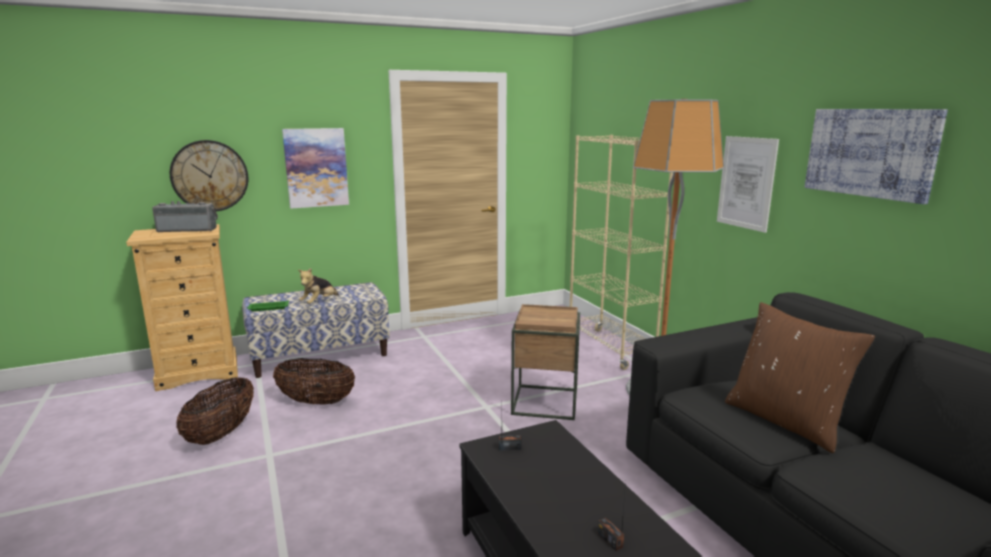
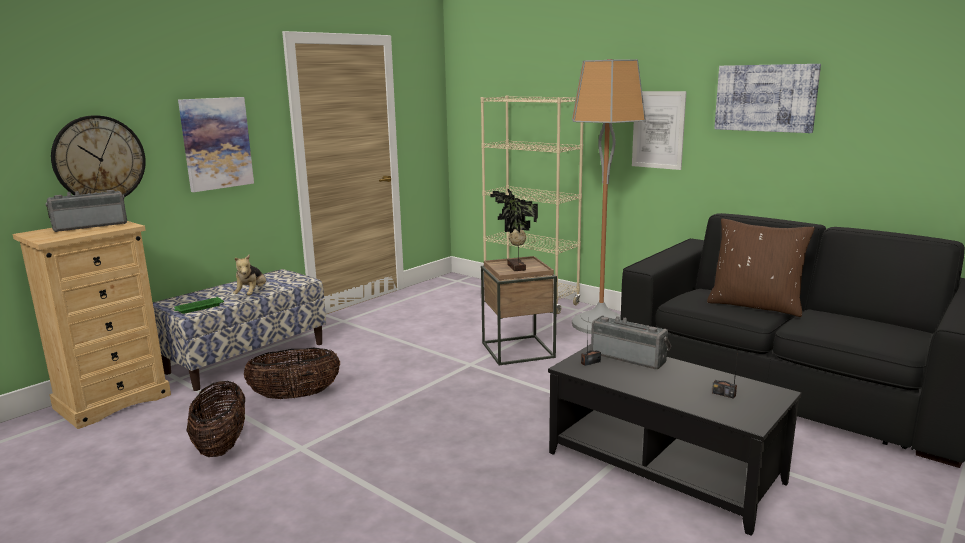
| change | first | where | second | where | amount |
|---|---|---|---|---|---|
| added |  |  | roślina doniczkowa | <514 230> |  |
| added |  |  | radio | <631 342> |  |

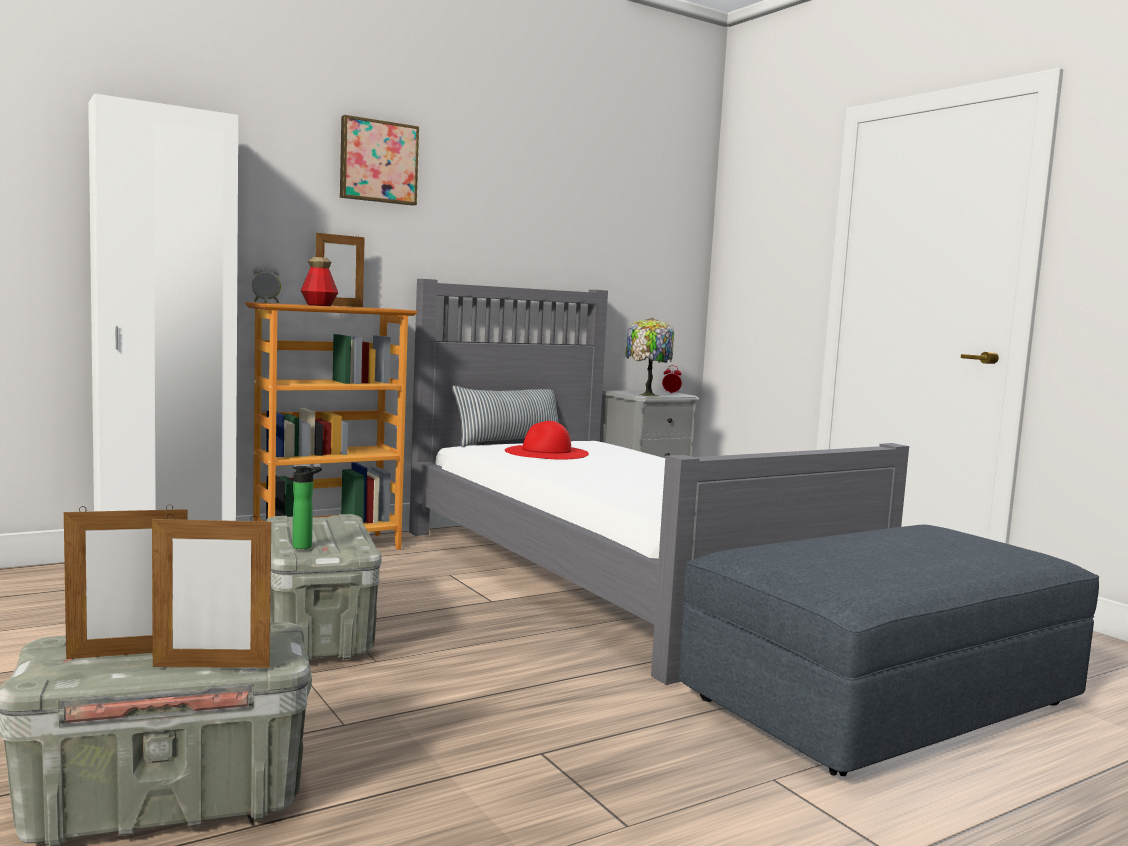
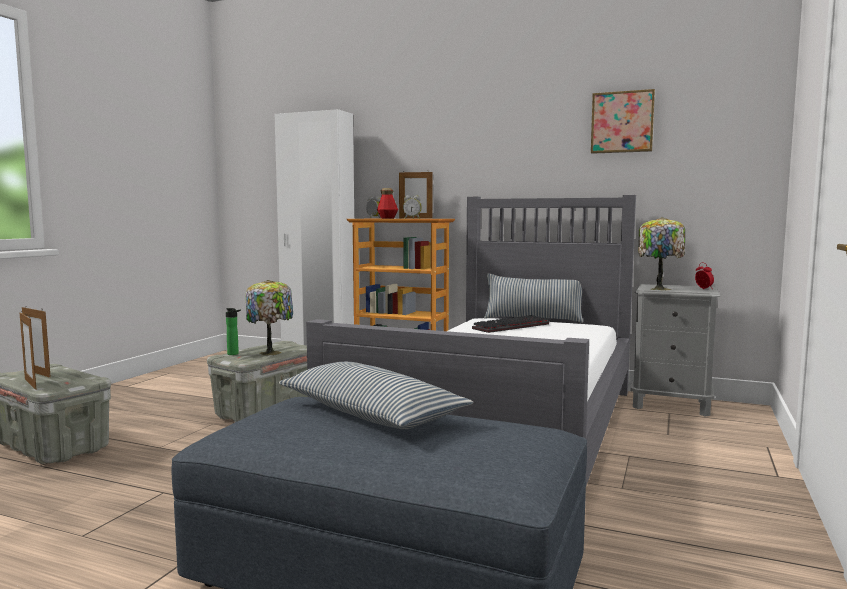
| change | first | where | second | where | amount |
|---|---|---|---|---|---|
| moved | obraz | <379 160> |  | <623 121> |  |
| replaced | kapelusz [czerwony] | <547 440> | klawiatura | <510 324> |  |
| added |  |  | budzik | <412 207> |  |
| added |  |  | lampa stołowa | <269 317> |  |
| added |  |  | poduszka | <376 395> |  |

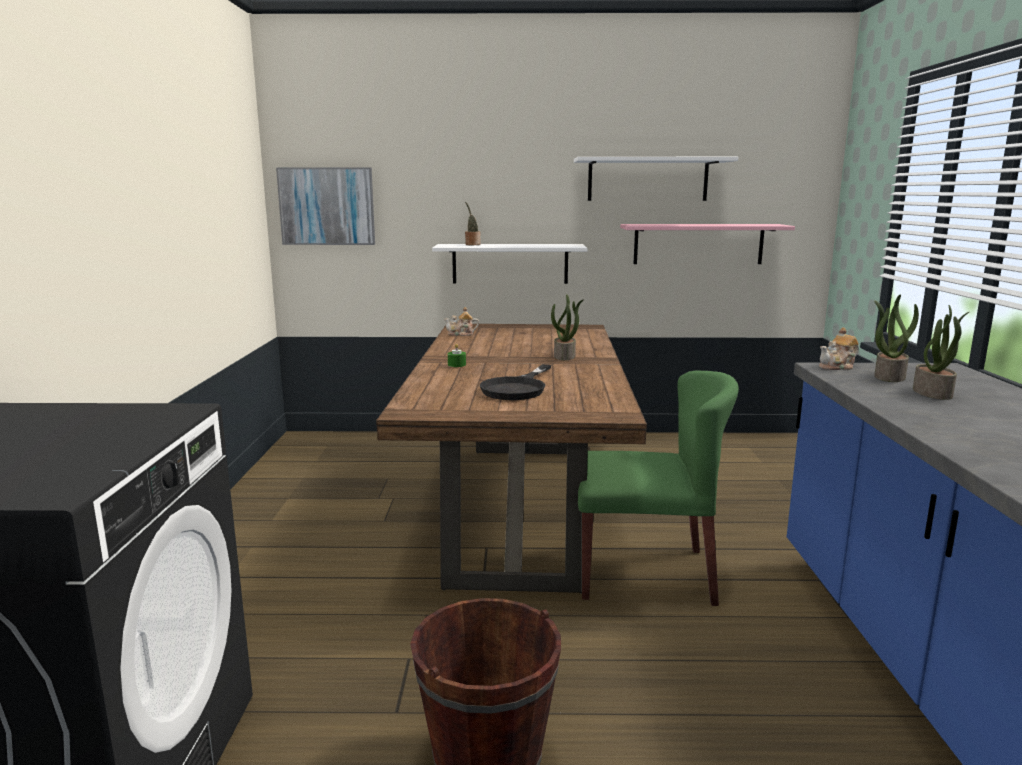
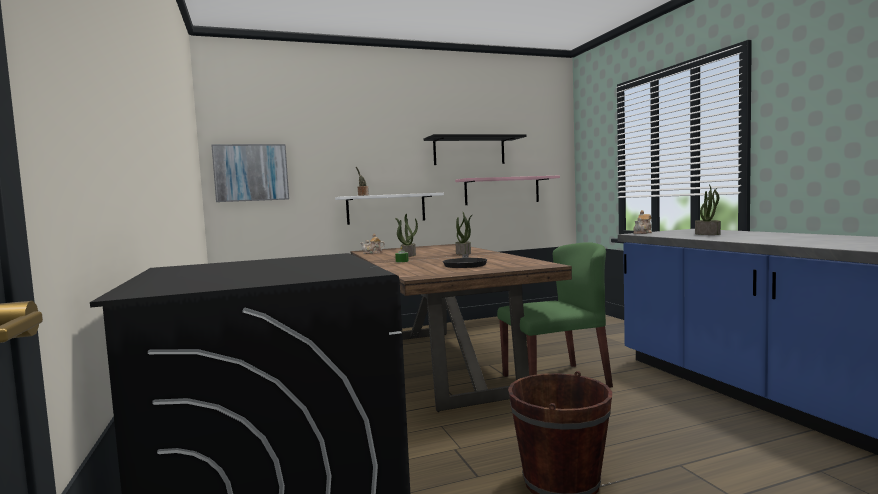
| change | first | where | second | where | amount |
|---|---|---|---|---|---|
| recoloured | półka [biały] | <656 179> | półka [czarny] | <475 149> |  |
| moved | roślina doniczkowa | <896 338> |  | <406 235> |  |

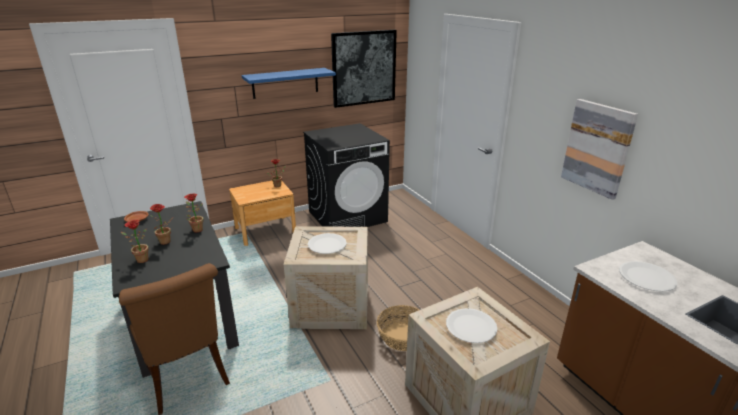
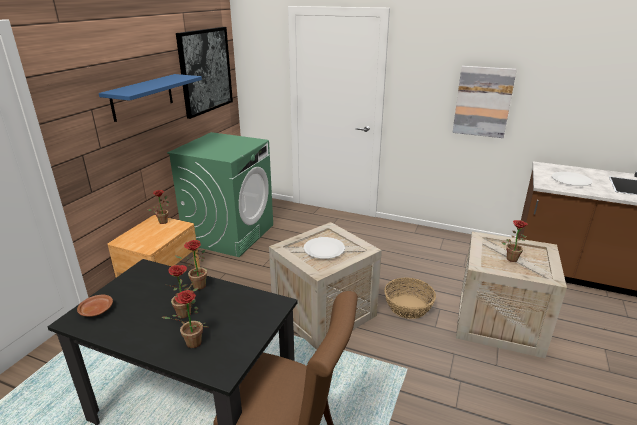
| change | first | where | second | where | amount |
|---|---|---|---|---|---|
| recoloured | pralka [czarny] | <346 175> | pralka [zielony] | <220 194> |  |
| replaced | talerz [biały] | <472 325> | roślina doniczkowa | <514 241> |  |

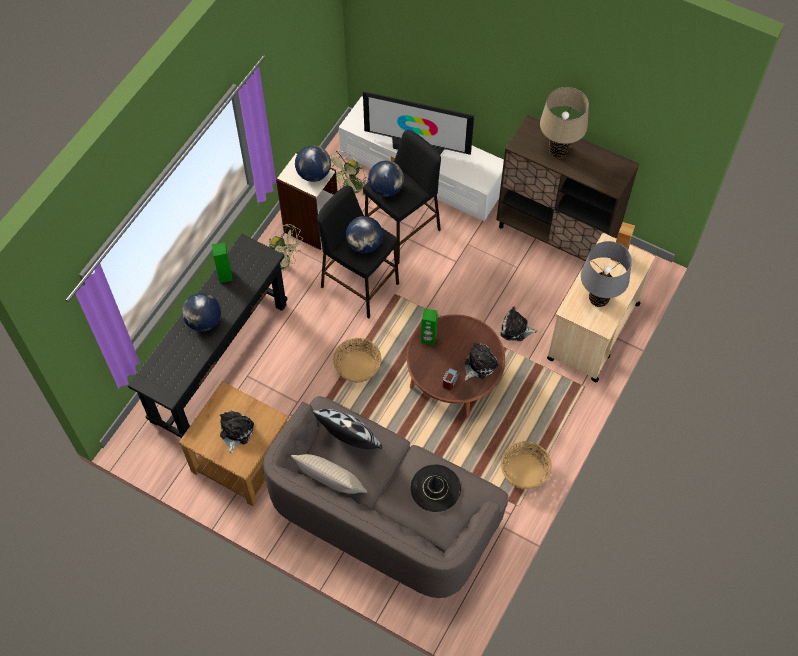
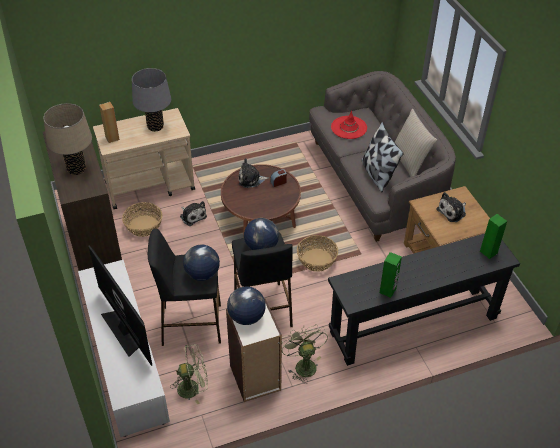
| change | first | where | second | where | amount |
|---|---|---|---|---|---|
| removed | globus | <201 312> |  |  |  |
| moved | głośnik [zielony] | <429 326> |  | <493 236> |  |
| moved | koszyk | <526 465> |  | <142 219> |  |
| recoloured | kapelusz [czarny] | <435 488> | kapelusz [czerwony] | <349 125> |  |

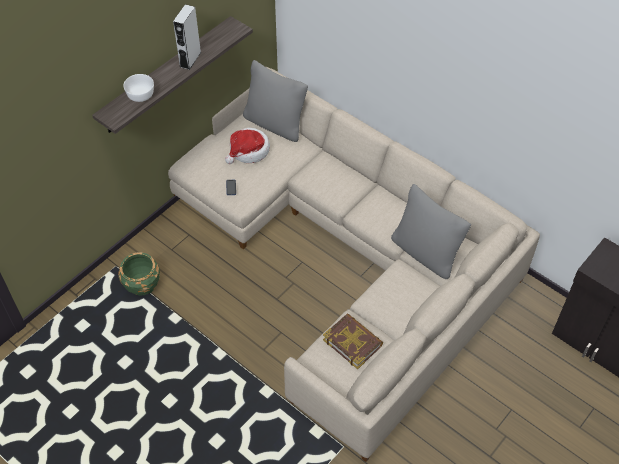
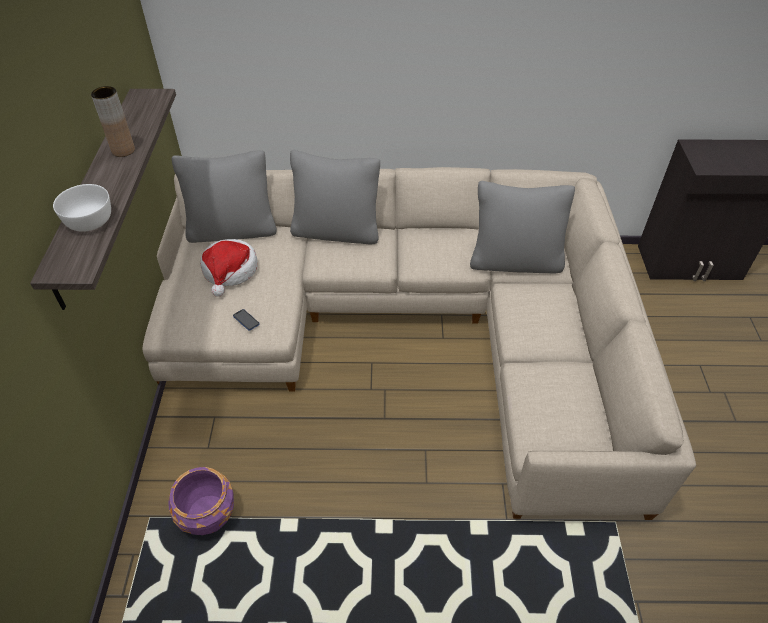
| change | first | where | second | where | amount |
|---|---|---|---|---|---|
| replaced | głośnik [szary] | <187 37> | wazon [brązowy] | <113 121> |  |
| recoloured | donica [zielony] | <139 274> | donica [fioletowy] | <201 501> |  |
| removed | książka | <353 341> |  |  |  |
| added |  |  | poduszka [szary] | <335 197> |  |

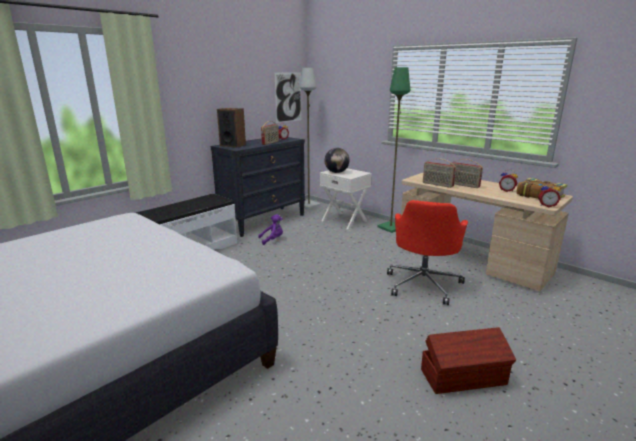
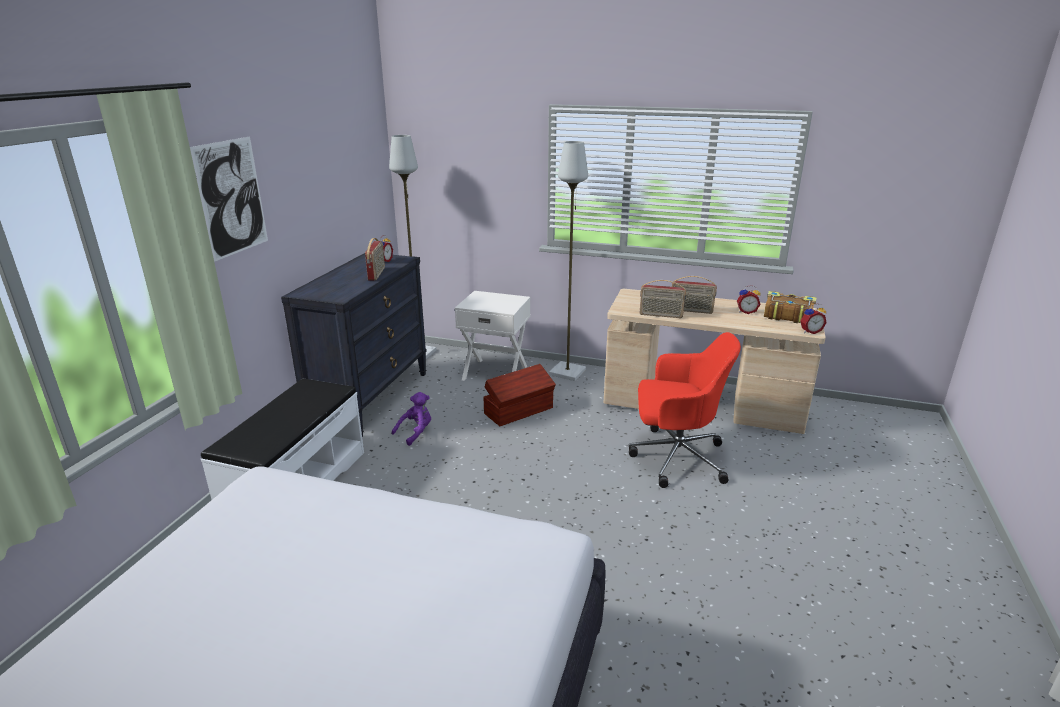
| change | first | where | second | where | amount |
|---|---|---|---|---|---|
| recoloured | lampa stojąca [zielony] | <393 150> | lampa stojąca [szary] | <568 261> |  |
| moved | obraz | <287 97> |  | <229 199> |  |
| removed | głośnik | <231 128> |  |  |  |
| removed | globus | <337 160> |  |  |  |
| turned | krzesło biurowe [czerwony] | <427 252> |  | <685 410> | 75 degrees counterclockwise |
| moved | pojemnik do przechowywania [brązowy] | <468 360> |  | <519 395> |  |

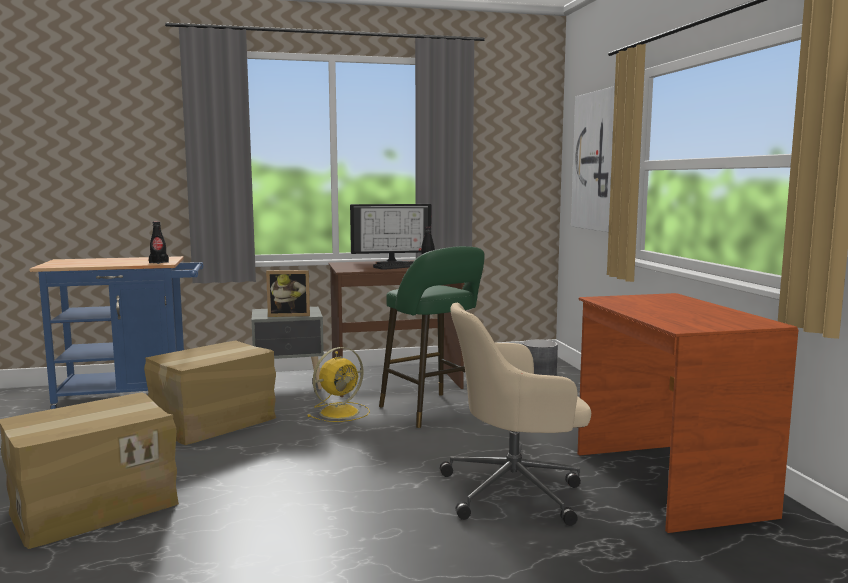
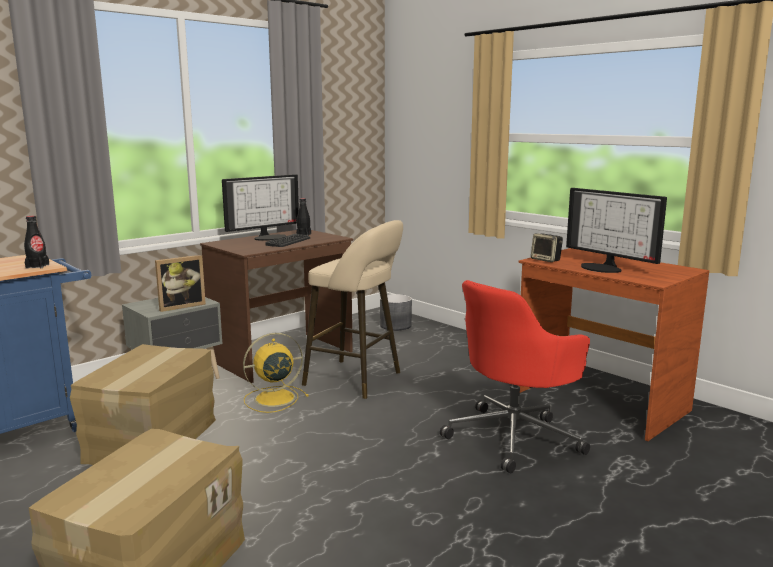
| change | first | where | second | where | amount |
|---|---|---|---|---|---|
| removed | obraz | <593 159> |  |  |  |
| recoloured | stołek [zielony] | <432 337> | stołek [beżowy] | <352 309> |  |
| recoloured | krzesło biurowe [beżowy] | <515 414> | krzesło biurowe [czerwony] | <515 376> |  |
| turned | wentylator [żółty] | <338 384> |  | <276 373> | 135 degrees counterclockwise |
| added |  |  | monitor | <616 230> |  |
| added |  |  | głośnik | <547 247> |  |

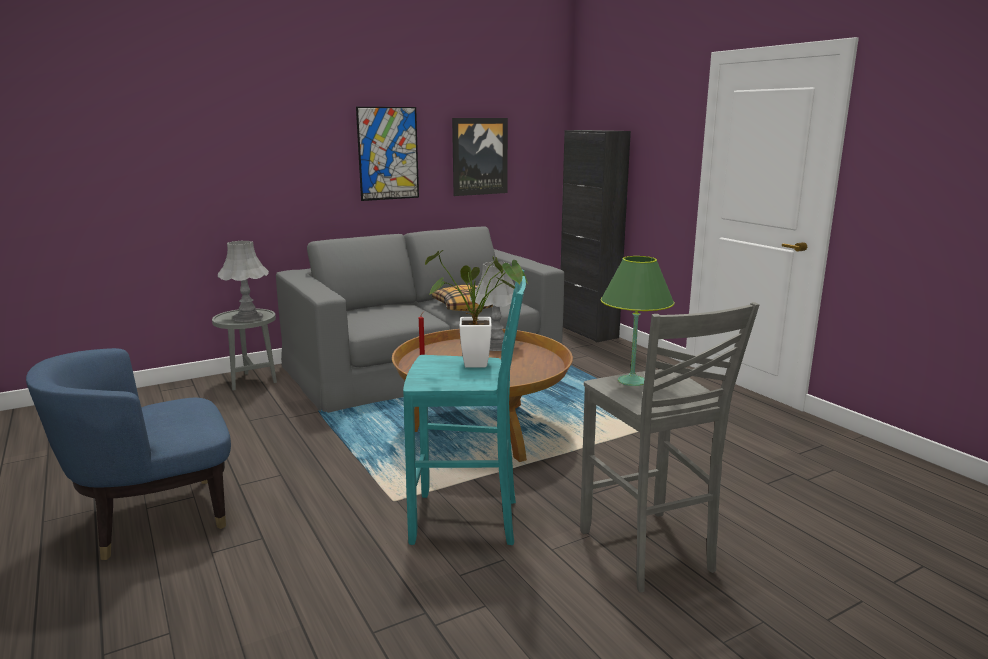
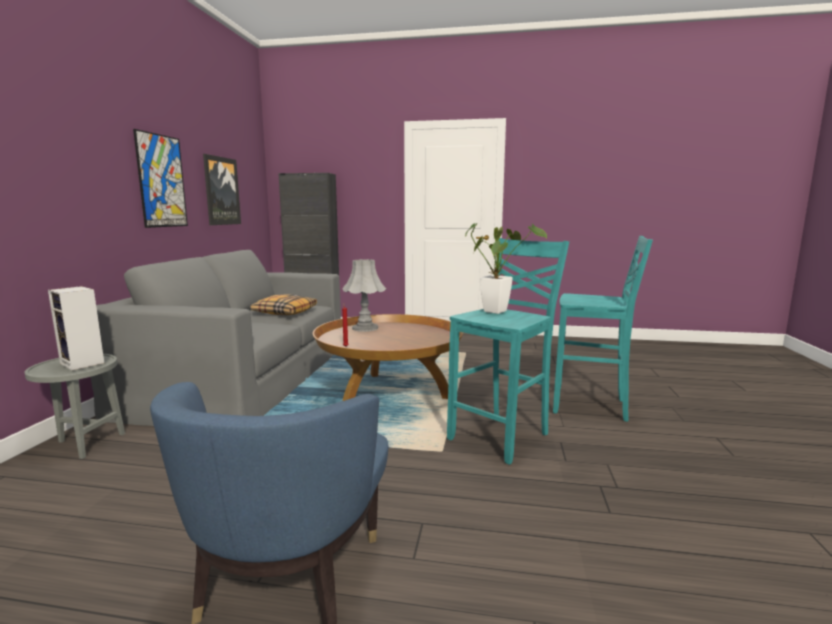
| change | first | where | second | where | amount |
|---|---|---|---|---|---|
| replaced | lampa stołowa [szary] | <243 281> | głośnik | <76 328> |  |
| removed | lampa stołowa [zielony] | <637 321> |  |  |  |
| recoloured | stołek [szary] | <669 447> | stołek [turkusowy] | <603 329> |  |

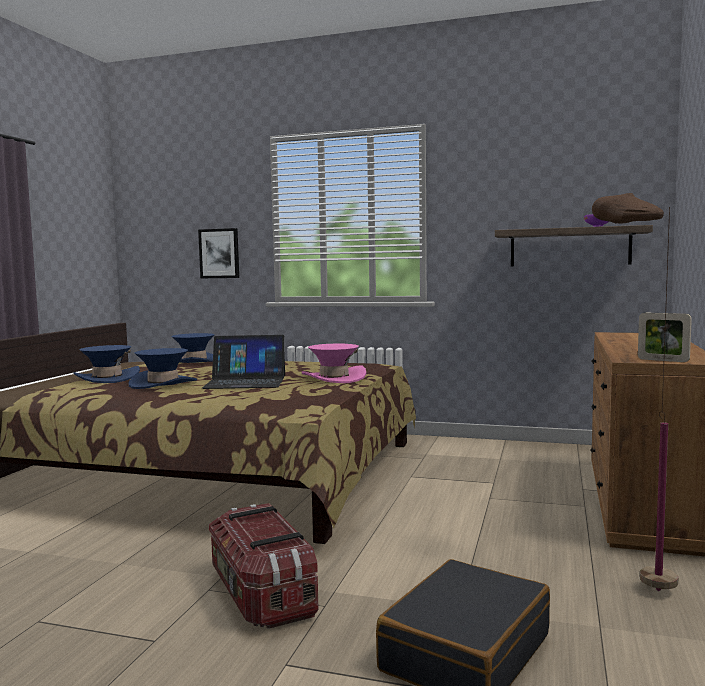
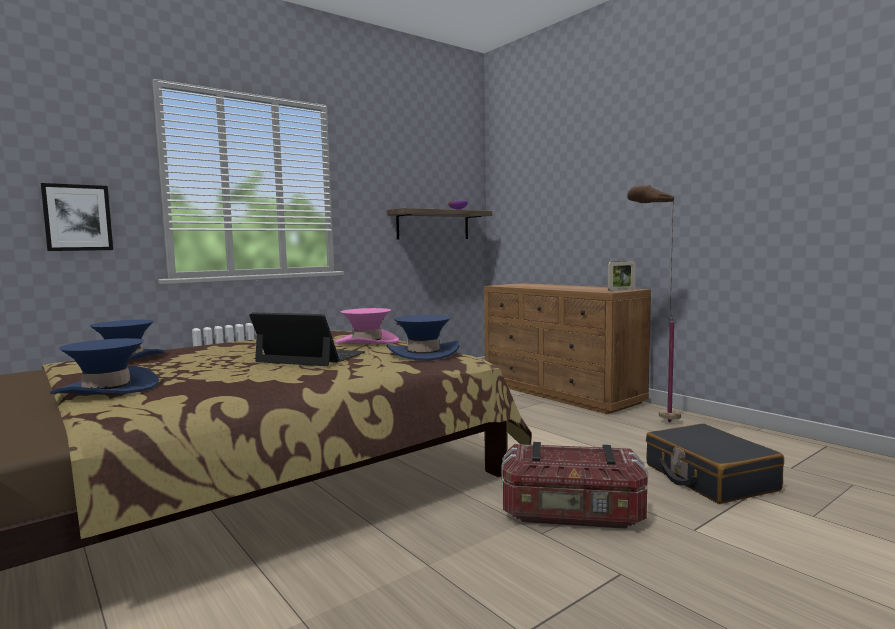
| change | first | where | second | where | amount |
|---|---|---|---|---|---|
| turned | laptop | <243 362> |  | <307 339> | 105 degrees counterclockwise |
| moved | kapelusz [niebieski] | <163 368> |  | <423 338> |  |

